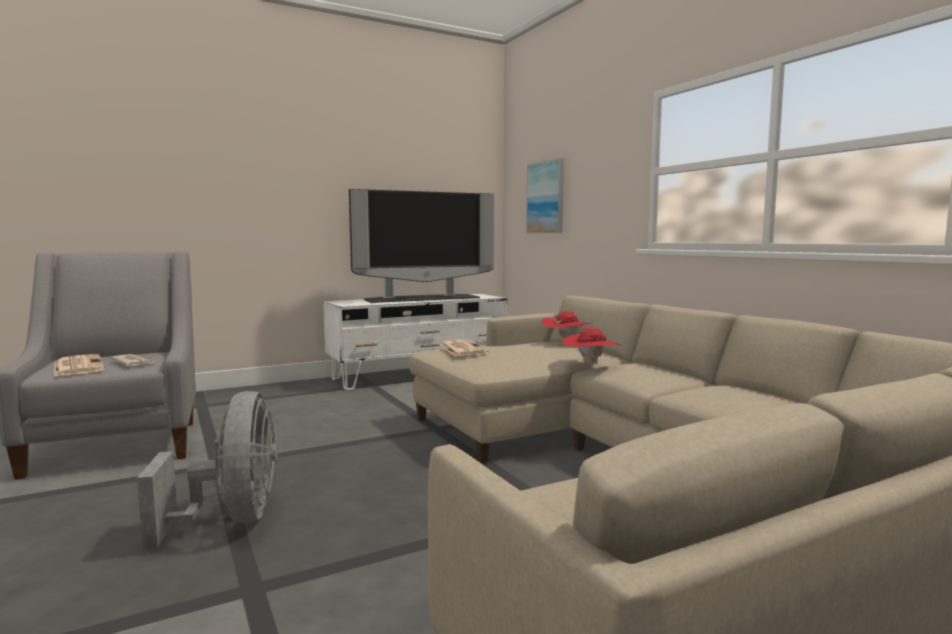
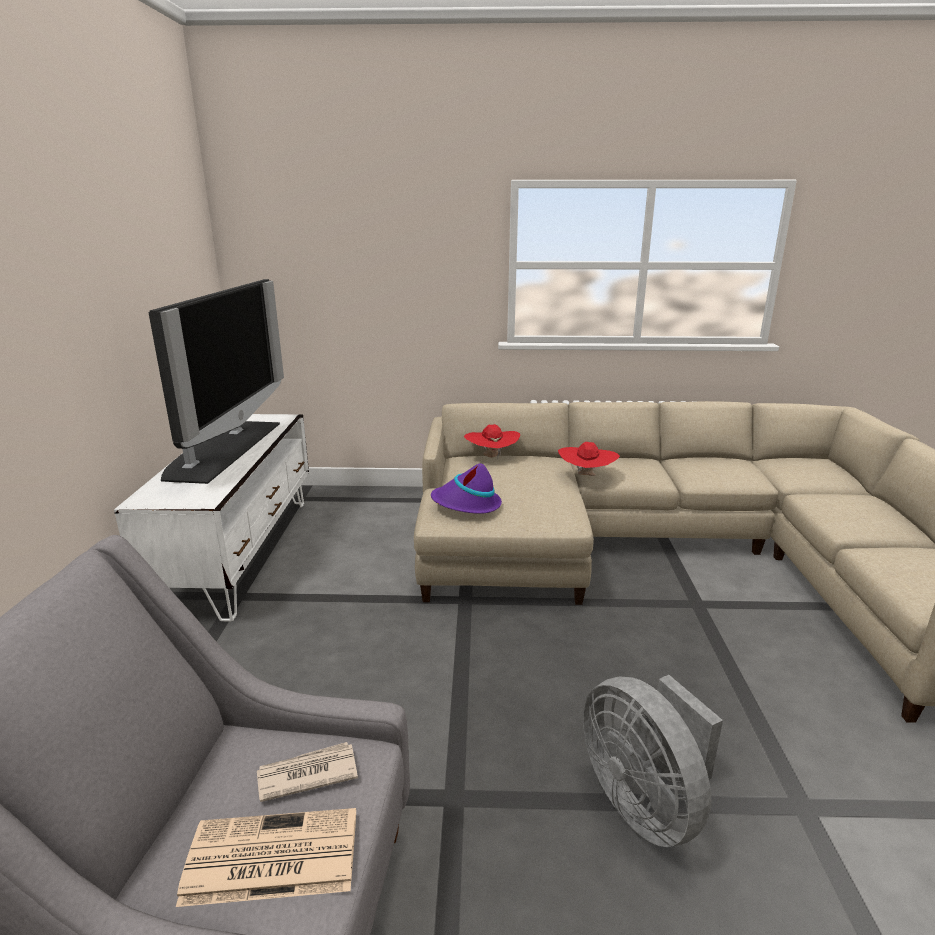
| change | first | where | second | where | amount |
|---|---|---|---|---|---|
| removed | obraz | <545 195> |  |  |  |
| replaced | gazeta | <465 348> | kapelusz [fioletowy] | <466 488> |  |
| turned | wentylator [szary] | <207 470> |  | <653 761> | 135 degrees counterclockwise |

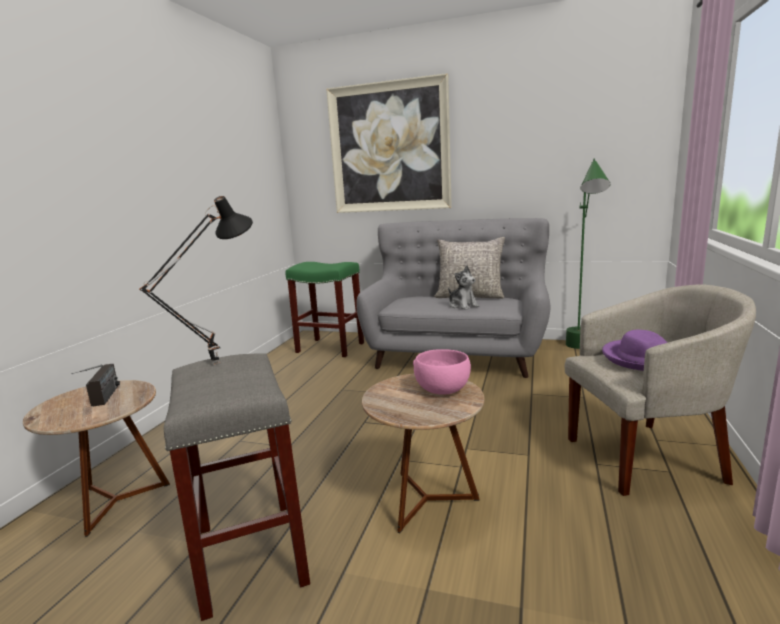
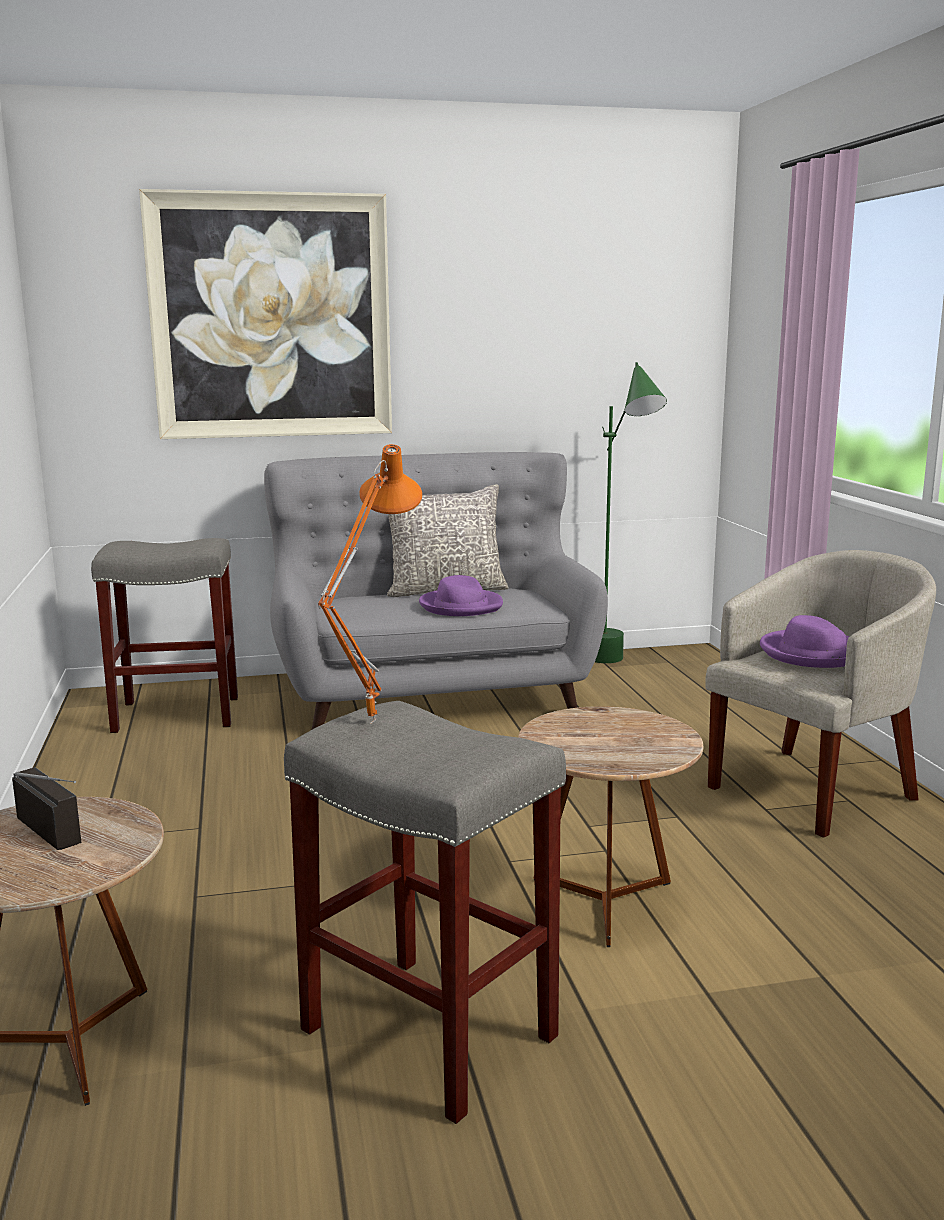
| change | first | where | second | where | amount |
|---|---|---|---|---|---|
| recoloured | lampa stołowa [czarny] | <196 280> | lampa stołowa [pomarańczowy] | <370 584> |  |
| recoloured | stołek [zielony] | <325 309> | stołek [szary] | <164 635> |  |
| replaced | pluszak | <463 287> | kapelusz [fioletowy] | <461 595> |  |
| removed | miska [różowy] | <442 372> |  |  |  |

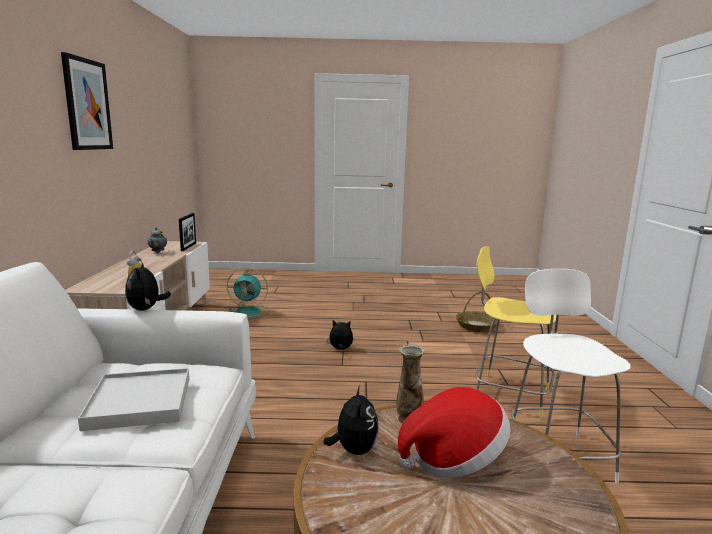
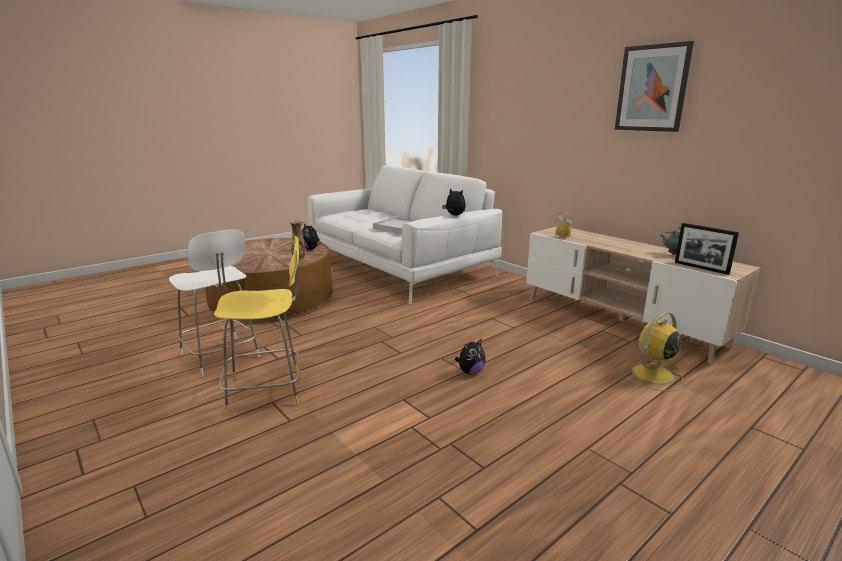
| change | first | where | second | where | amount |
|---|---|---|---|---|---|
| recoloured | wentylator [turkusowy] | <248 293> | wentylator [żółty] | <652 351> |  |
| removed | koszyk | <477 311> |  |  |  |
| removed | kapelusz | <454 432> |  |  |  |

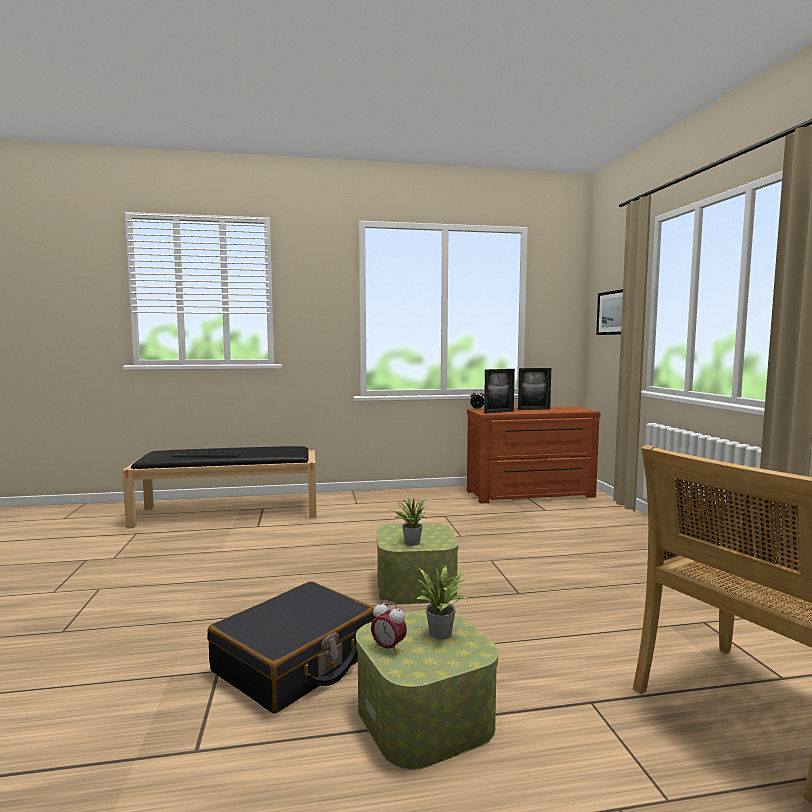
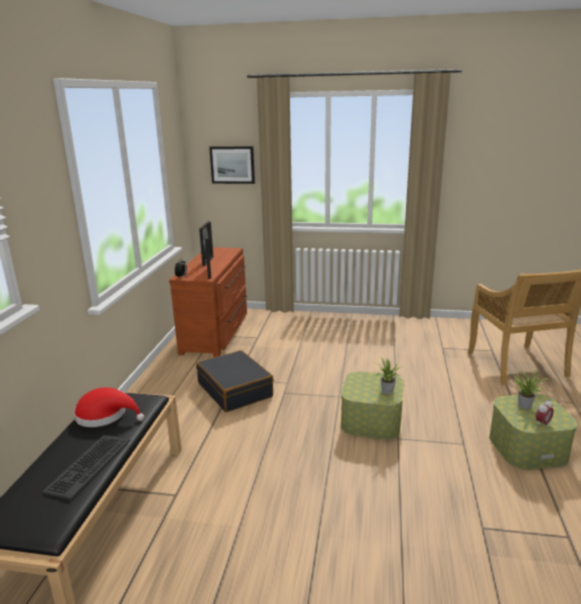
| change | first | where | second | where | amount |
|---|---|---|---|---|---|
| moved | walizka [czarny] | <292 647> |  | <235 381> |  |
| added |  |  | kapelusz [czerwony] | <109 407> |  |

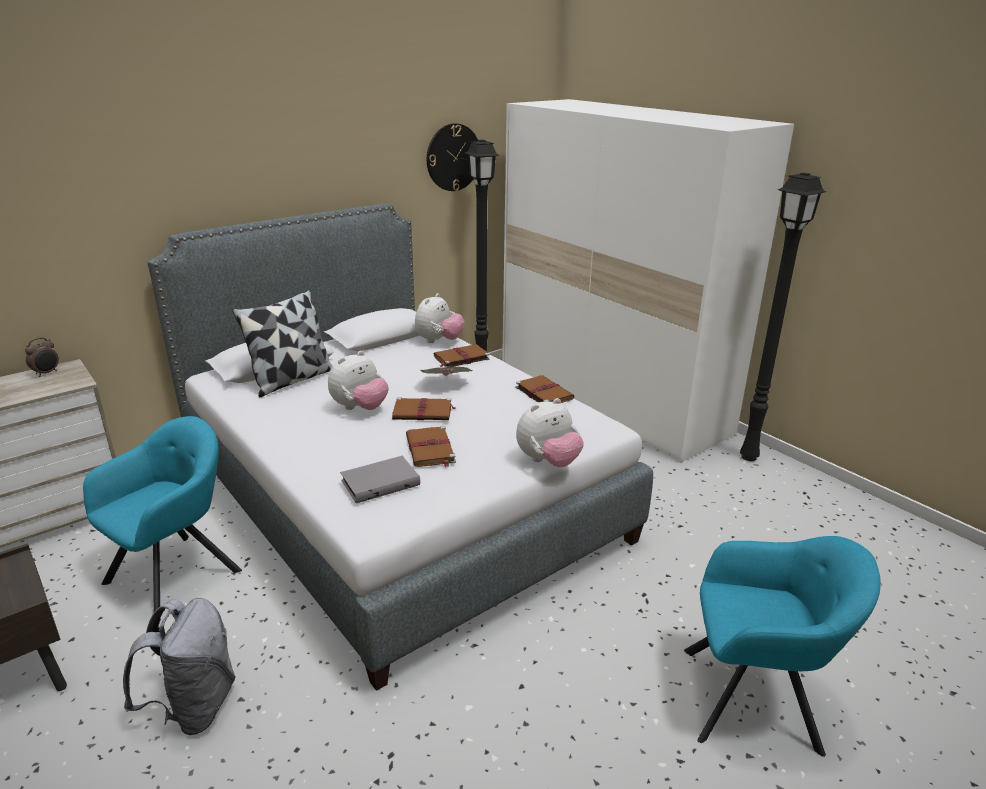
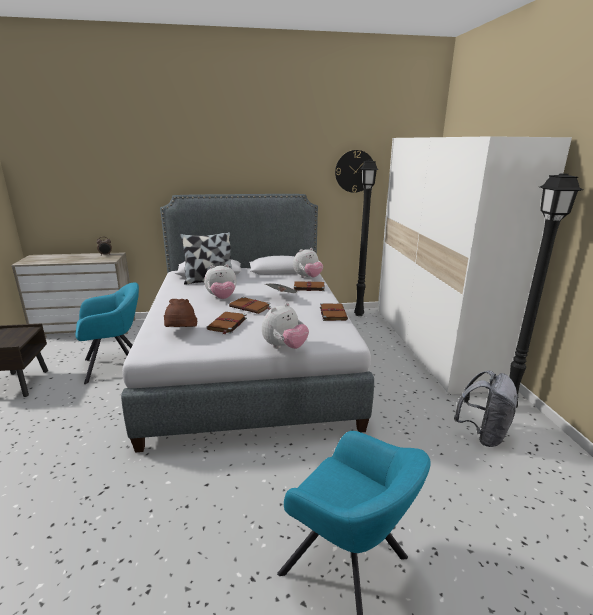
| change | first | where | second | where | amount |
|---|---|---|---|---|---|
| turned | pluszak | <550 432> |  | <285 326> | 45 degrees counterclockwise |
| replaced | książka [szary] | <380 479> | kapelusz [brązowy] | <180 313> |  |
| moved | plecak [szary] | <179 666> |  | <486 409> |  |

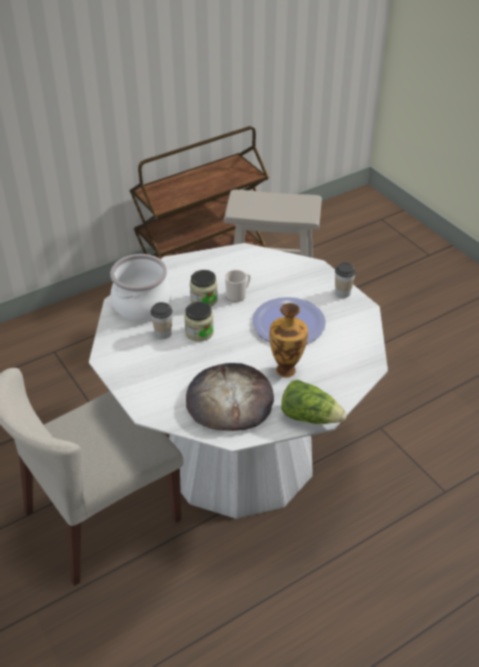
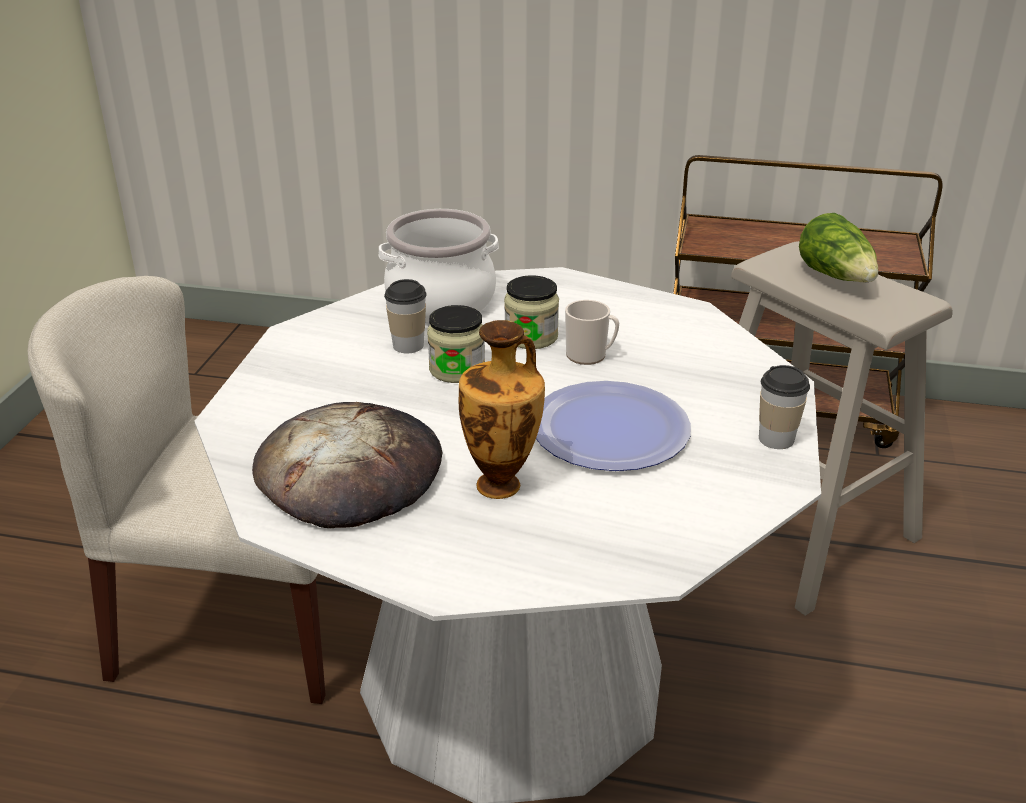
| change | first | where | second | where | amount |
|---|---|---|---|---|---|
| moved | sałata | <314 401> |  | <838 247> |  |

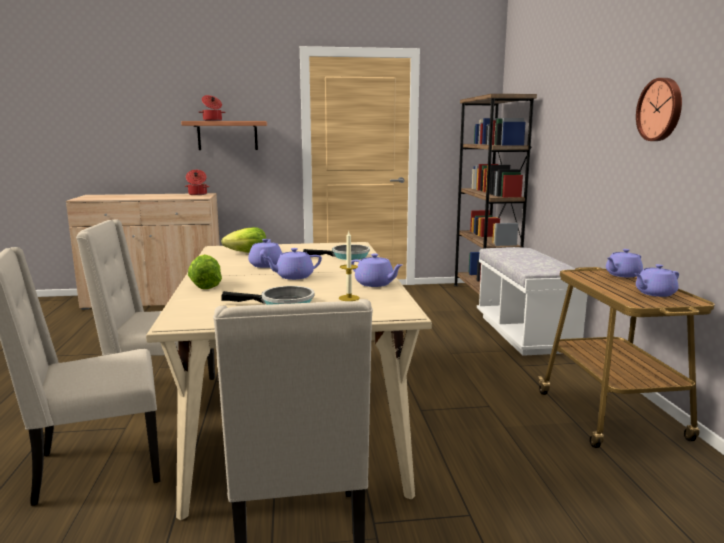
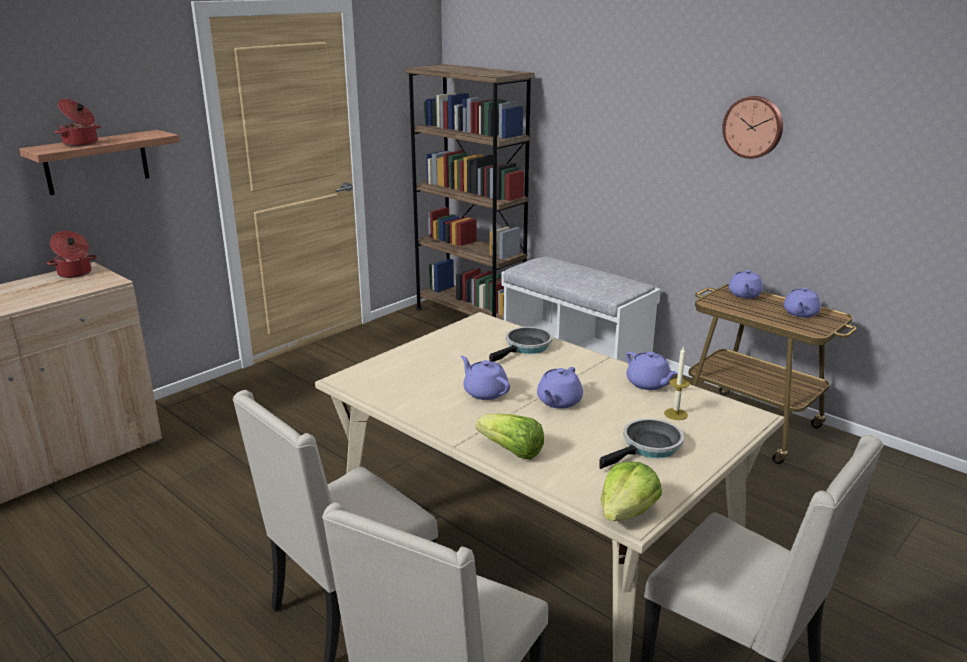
| change | first | where | second | where | amount |
|---|---|---|---|---|---|
| moved | sałata | <243 240> |  | <631 491> |  |
| turned | imbryk [fioletowy] | <376 270> |  | <652 370> | 60 degrees clockwise |

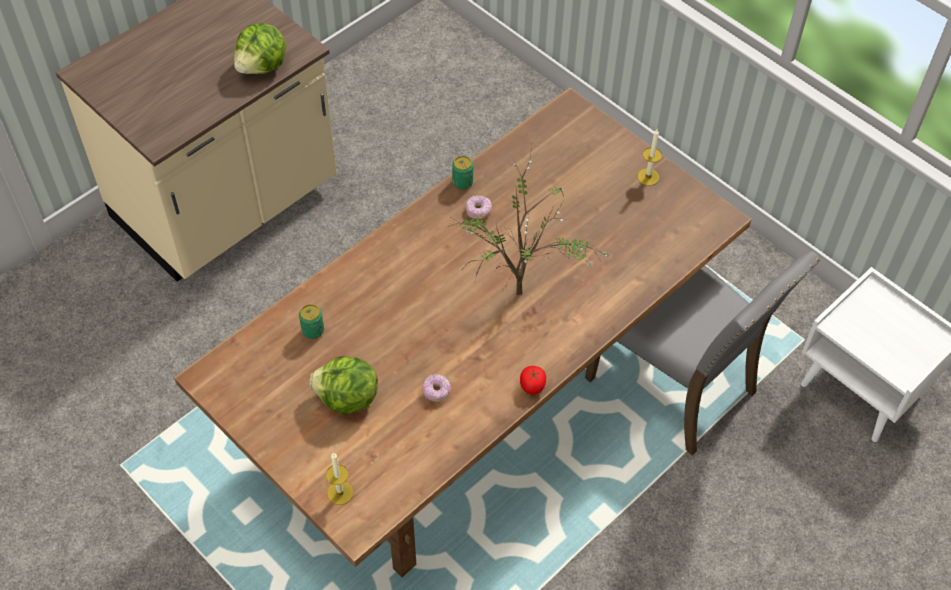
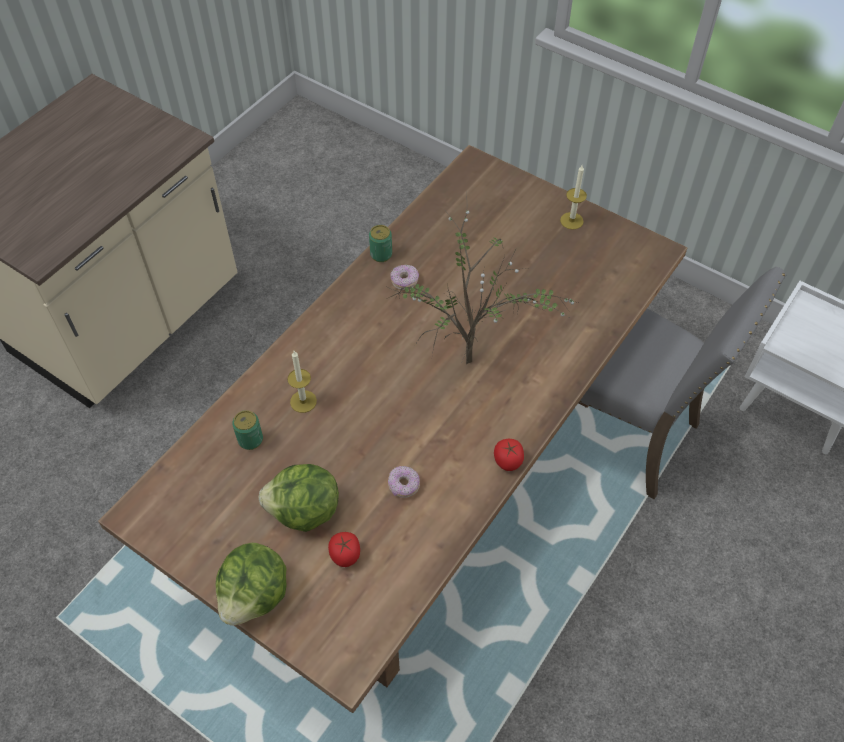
| change | first | where | second | where | amount |
|---|---|---|---|---|---|
| moved | sałata | <260 48> |  | <251 584> |  |
| moved | świeca | <339 479> |  | <302 382> |  |
| added |  |  | pomidor | <344 549> |  |

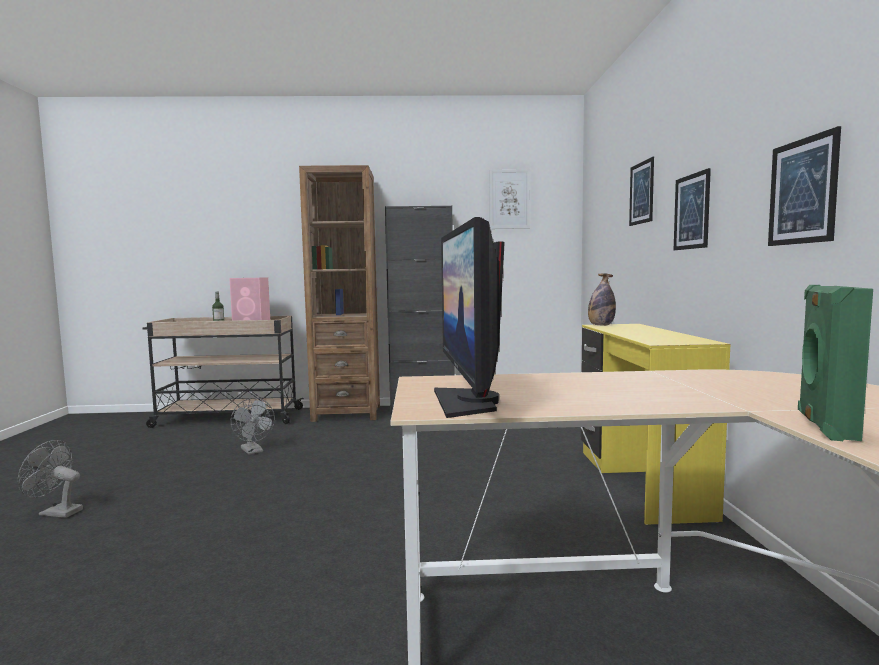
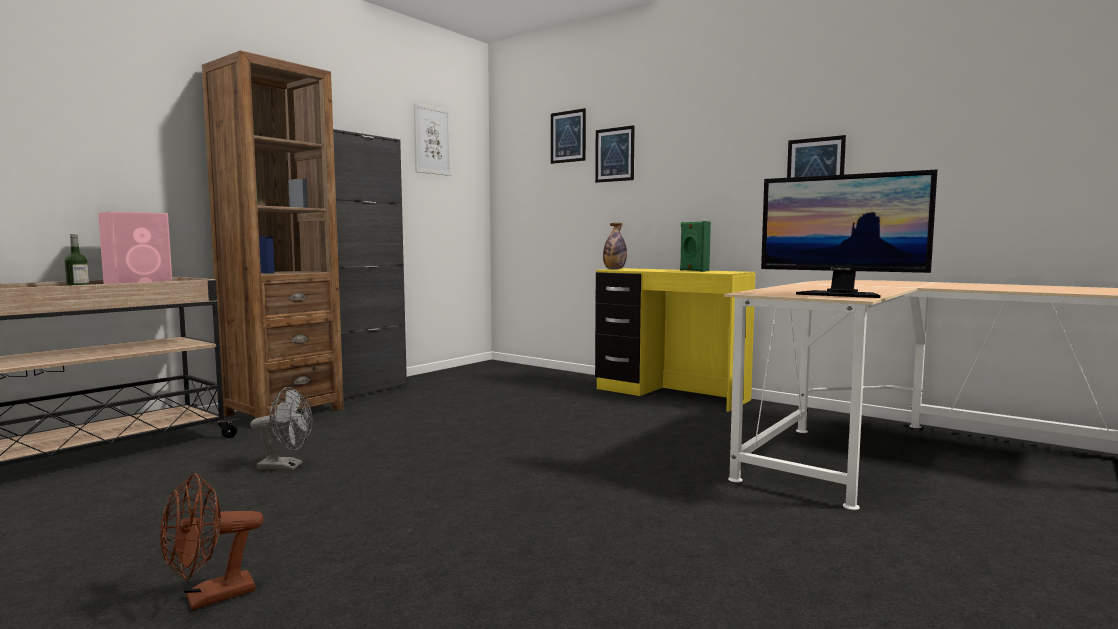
| change | first | where | second | where | amount |
|---|---|---|---|---|---|
| moved | obraz | <692 209> |  | <568 136> |  |
| moved | głośnik [zielony] | <835 363> |  | <695 246> |  |
| recoloured | wentylator [szary] | <50 479> | wentylator [brązowy] | <211 541> |  |

